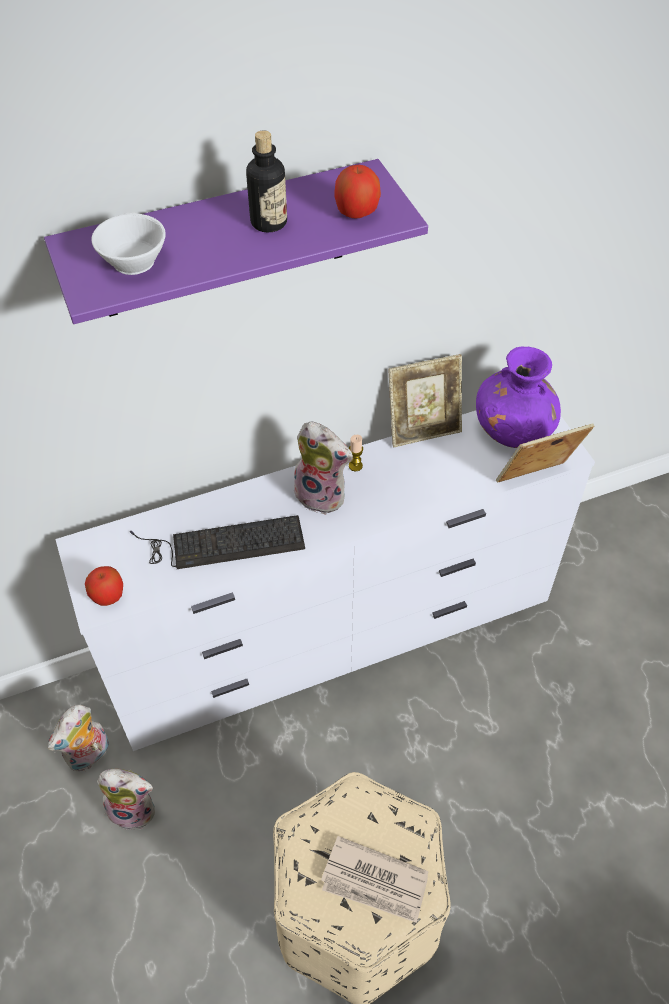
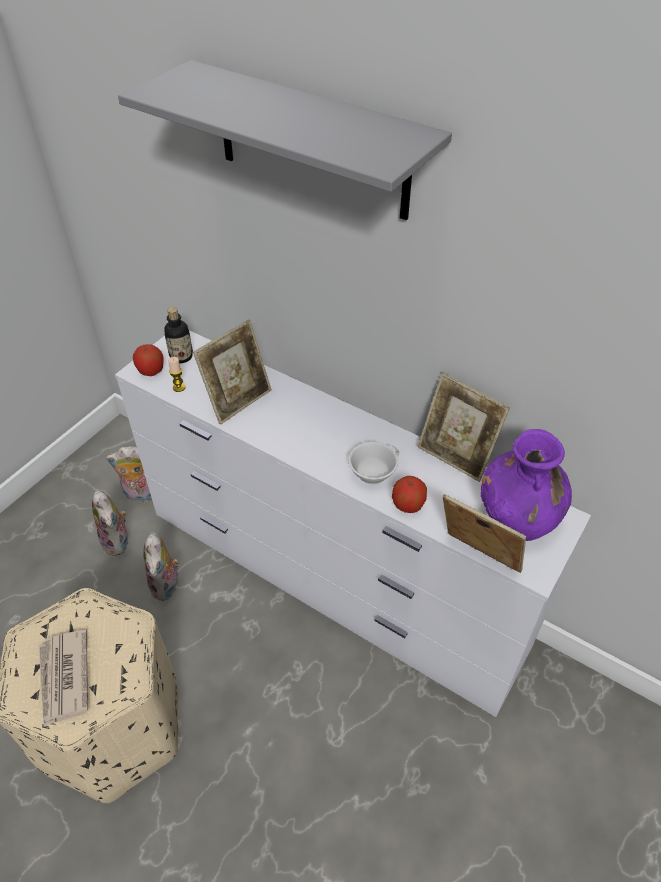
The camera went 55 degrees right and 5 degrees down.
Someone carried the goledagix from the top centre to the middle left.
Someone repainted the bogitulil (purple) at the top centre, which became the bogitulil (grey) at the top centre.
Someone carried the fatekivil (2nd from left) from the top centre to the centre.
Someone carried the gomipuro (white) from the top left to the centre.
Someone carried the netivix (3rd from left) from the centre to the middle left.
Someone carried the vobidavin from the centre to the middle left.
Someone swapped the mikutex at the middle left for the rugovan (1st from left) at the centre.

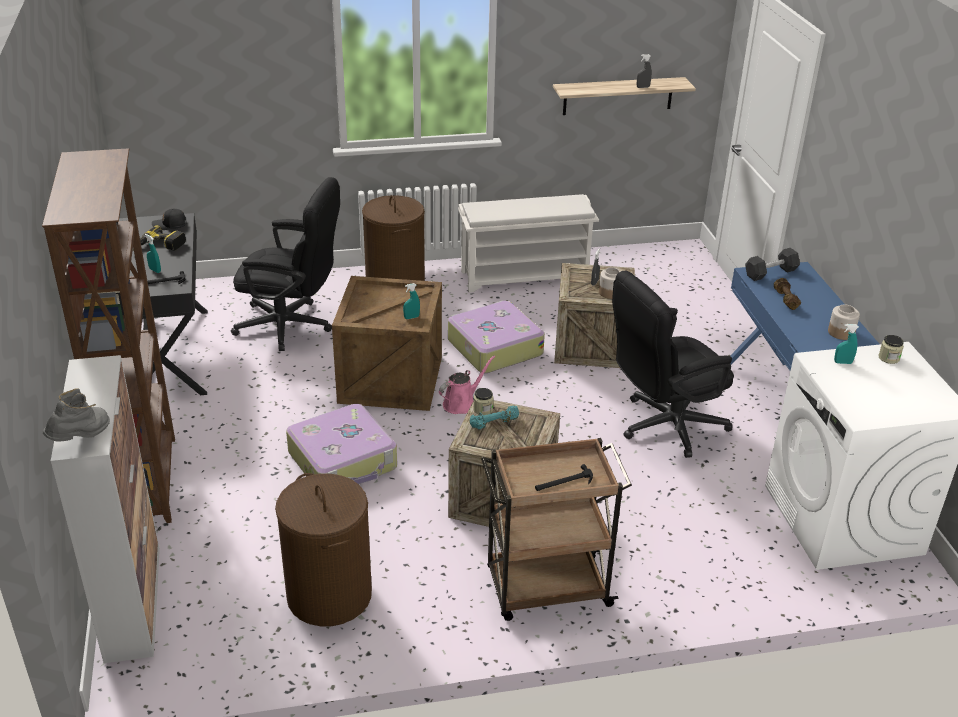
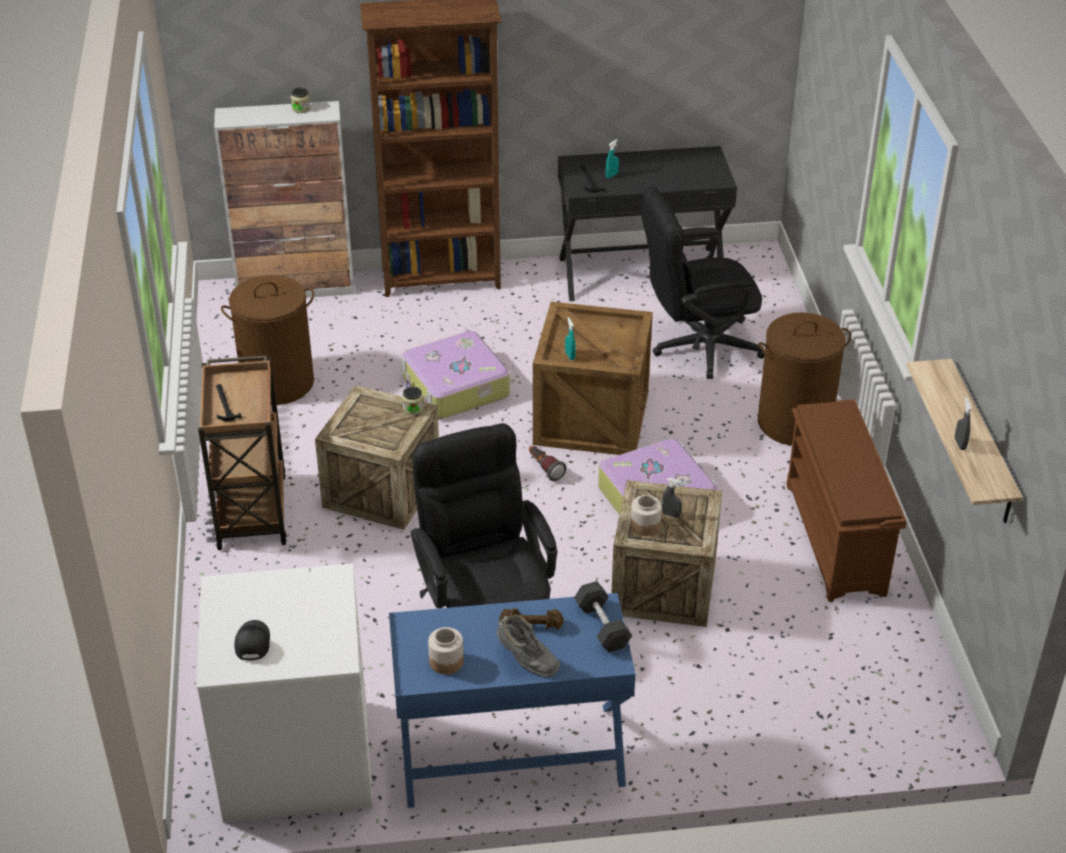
The camera went 95 degrees right and 5 degrees up.
Someone rotated the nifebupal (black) (1st from left in the first image) at the middle left by 60 degrees clockwise.
Someone repainted the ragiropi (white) at the centre, which became the ragiropi (brown) at the middle right.
Someone carried the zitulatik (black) from the top left to the bottom left.
Someone took away the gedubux at the top left.
Someone took away the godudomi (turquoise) (3rd from left) at the middle right.
Someone carried the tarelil (4th from left in the first image) from the middle right to the top left.
Someone swapped the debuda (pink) at the centre for the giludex at the centre.
Someone carried the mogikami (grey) from the middle left to the bottom centre.
Someone took away the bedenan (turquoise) at the centre.

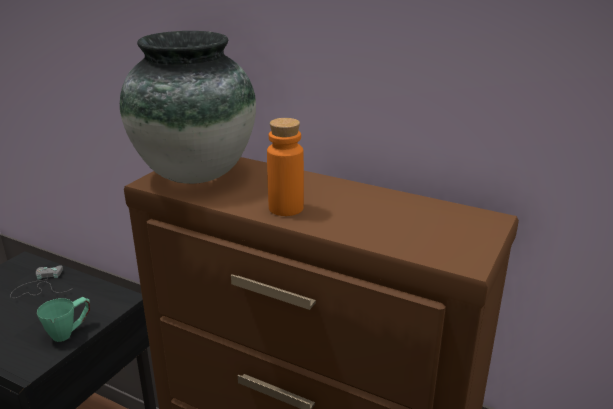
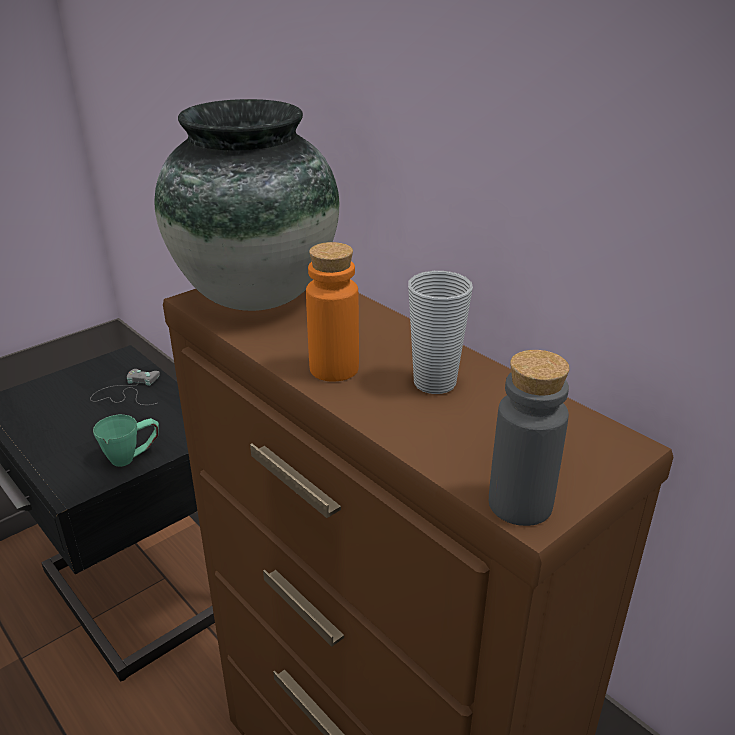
The camera went 20 degrees right and 5 degrees up.
Someone put down the gomipuro at the centre.
Someone put down the goledagix (grey) at the middle right.

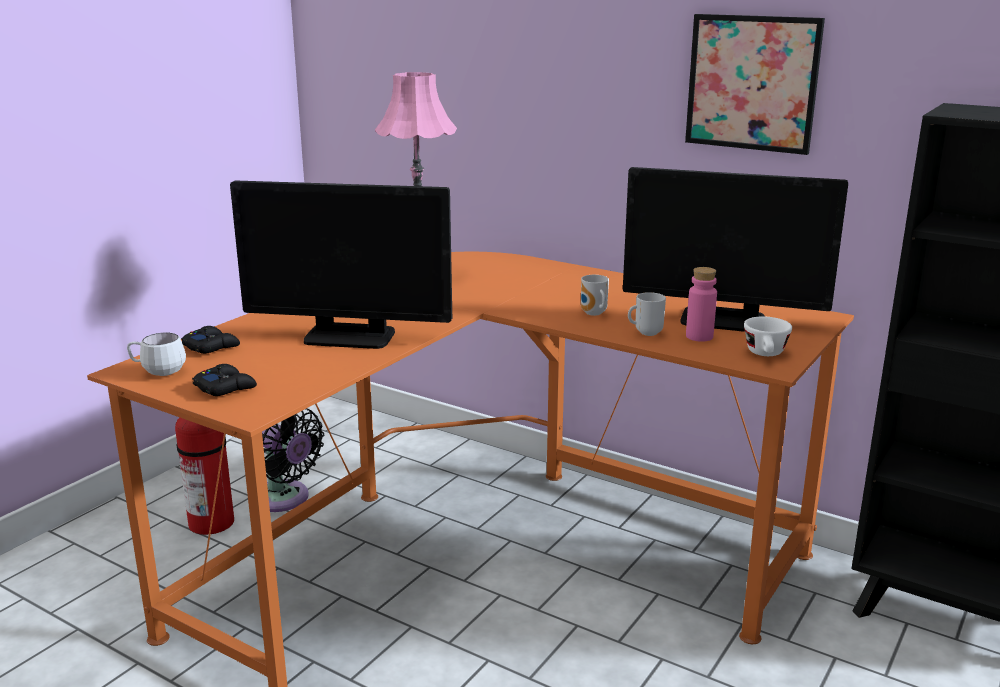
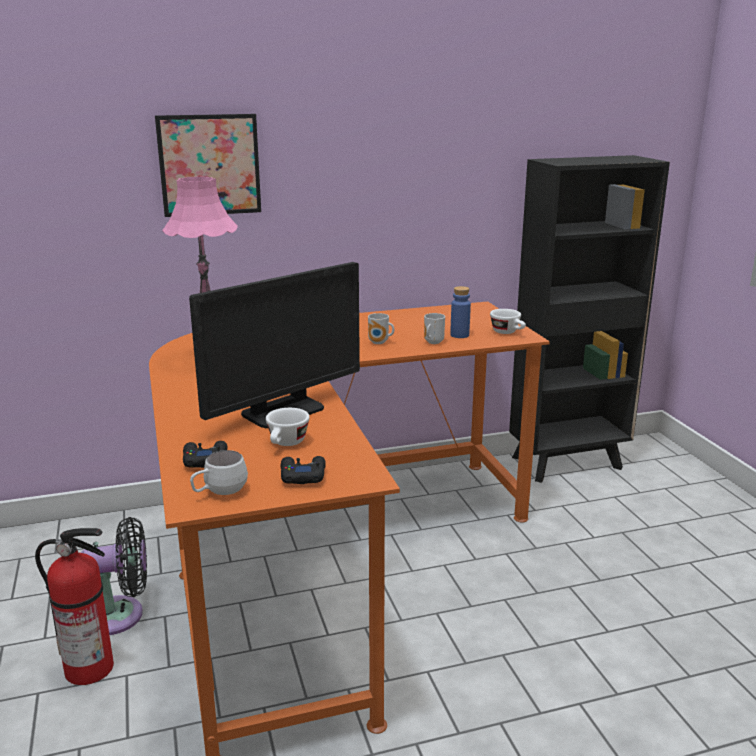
The camera went 50 degrees left and 0 degrees up.
Someone carried the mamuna from the top right to the top left.
Someone took away the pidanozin (2nd from left) at the middle right.
Someone repainted the goledagix (pink) at the middle right, which became the goledagix (blue) at the centre.
Someone put down the gomipuro (white) (1st from left) at the centre.

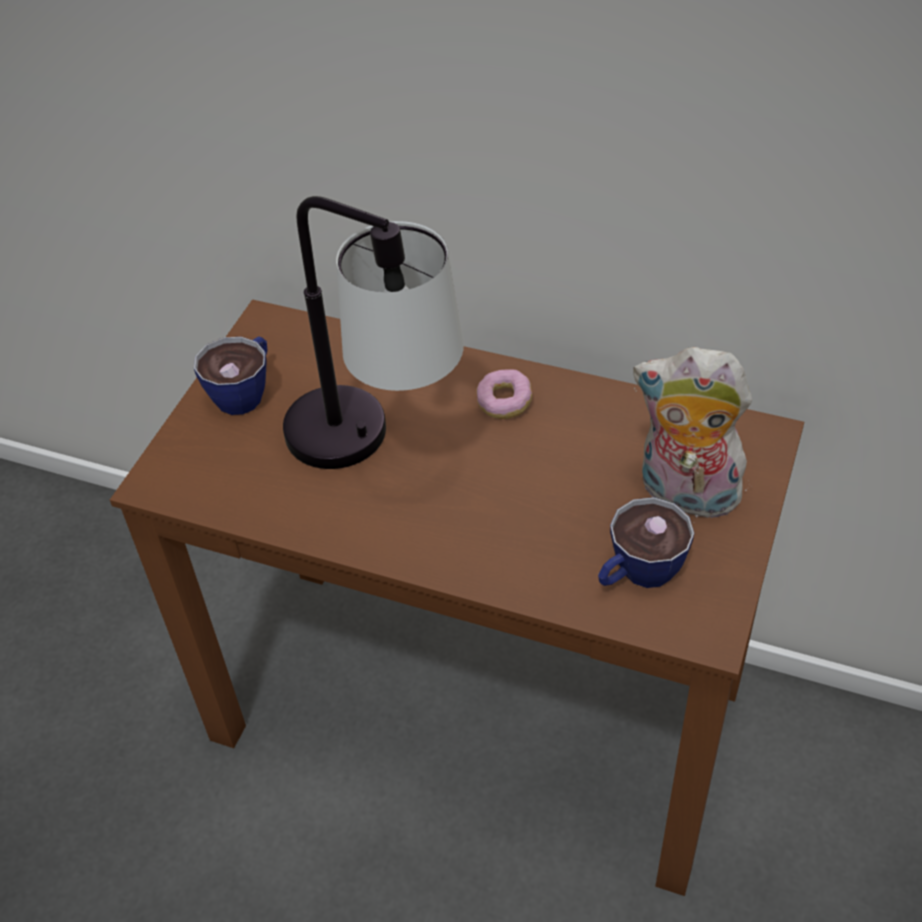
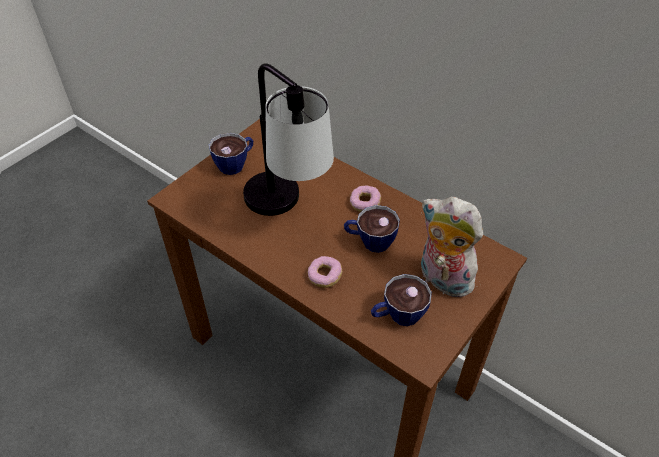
The camera went 15 degrees right and 0 degrees up.
Someone put down the gomipuro (2nd from left) at the centre.
Someone put down the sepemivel (1st from left) at the centre.

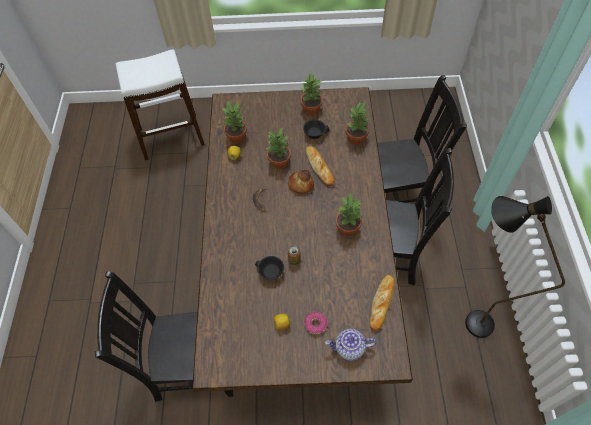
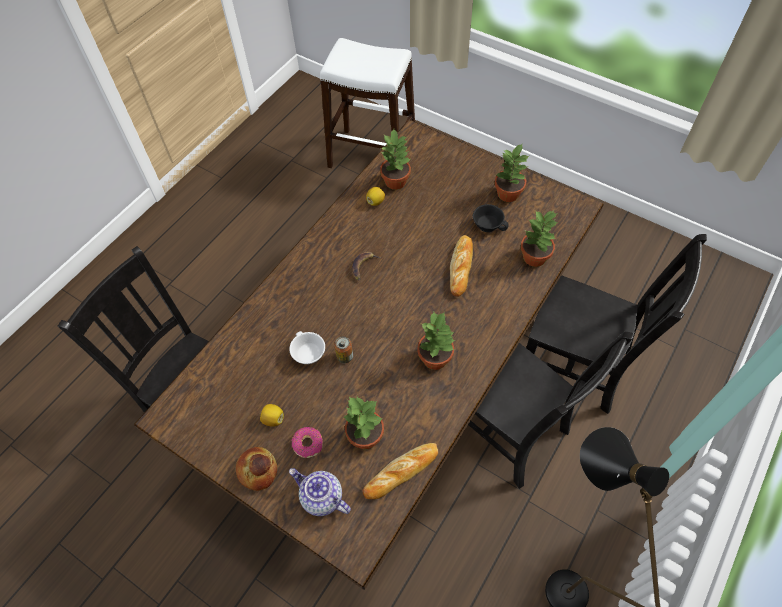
The camera went 35 degrees right and 0 degrees up.
Someone carried the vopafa (2nd from left in the first image) from the centre to the bottom centre.
Someone carried the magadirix (1st from left) from the centre to the bottom left.
Someone repainted the gomipuro (black) (1st from left) at the centre, which became the gomipuro (white) at the centre.

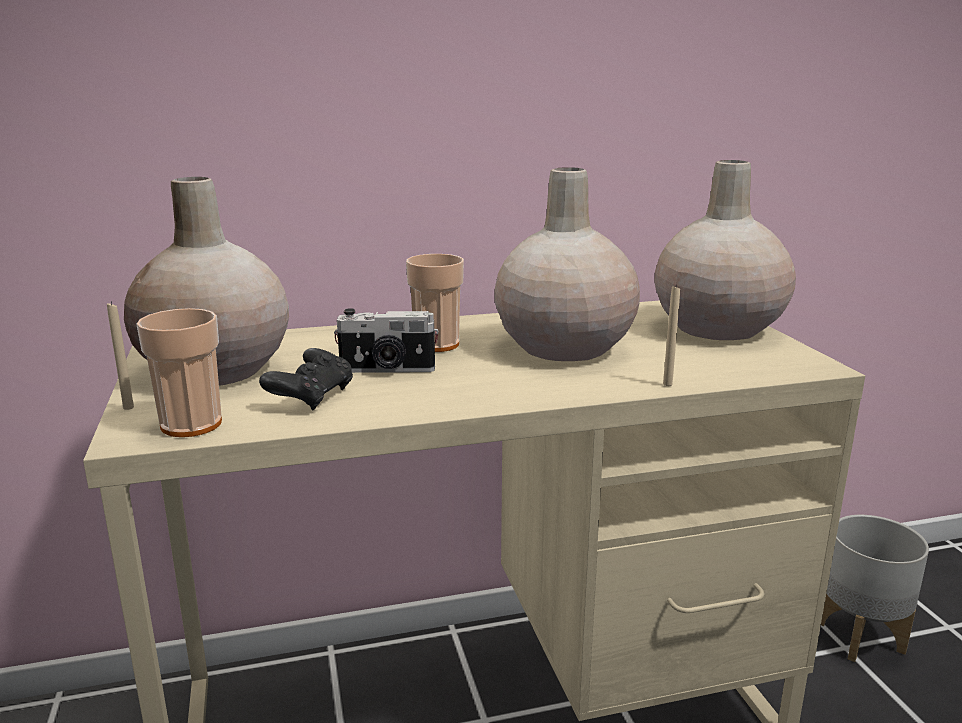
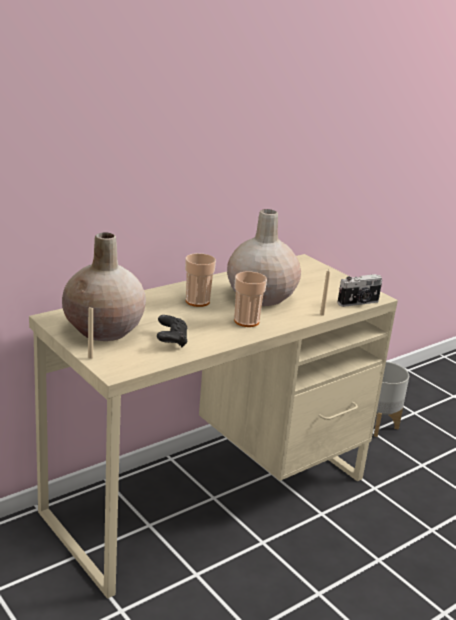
The camera went 25 degrees left and 5 degrees up.
Someone took away the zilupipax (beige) (3rd from left) at the middle right.
Someone carried the gomipuro (1st from left in the first image) from the middle left to the centre.
Someone carried the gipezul from the centre to the middle right.

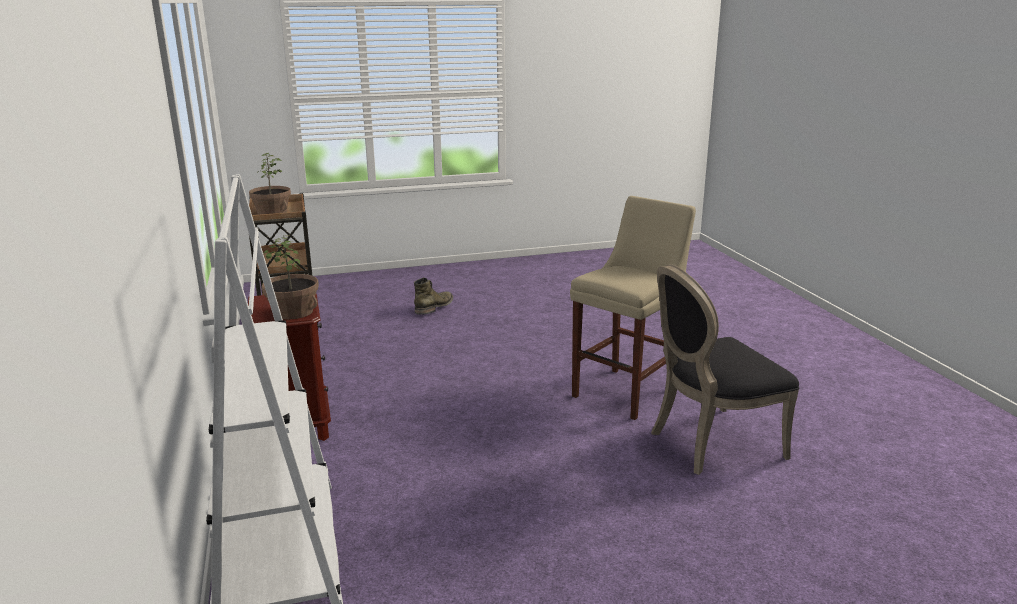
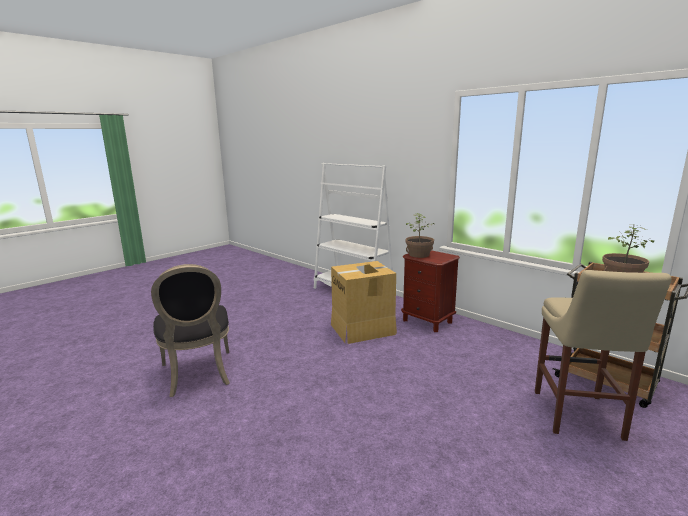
The camera went 150 degrees right and 5 degrees down.
Someone carried the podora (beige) from the centre to the bottom right.
Someone rotated the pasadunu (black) at the middle right by 120 degrees clockwise.
Someone took away the mogikami (green) at the centre.
Someone put down the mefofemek at the centre.

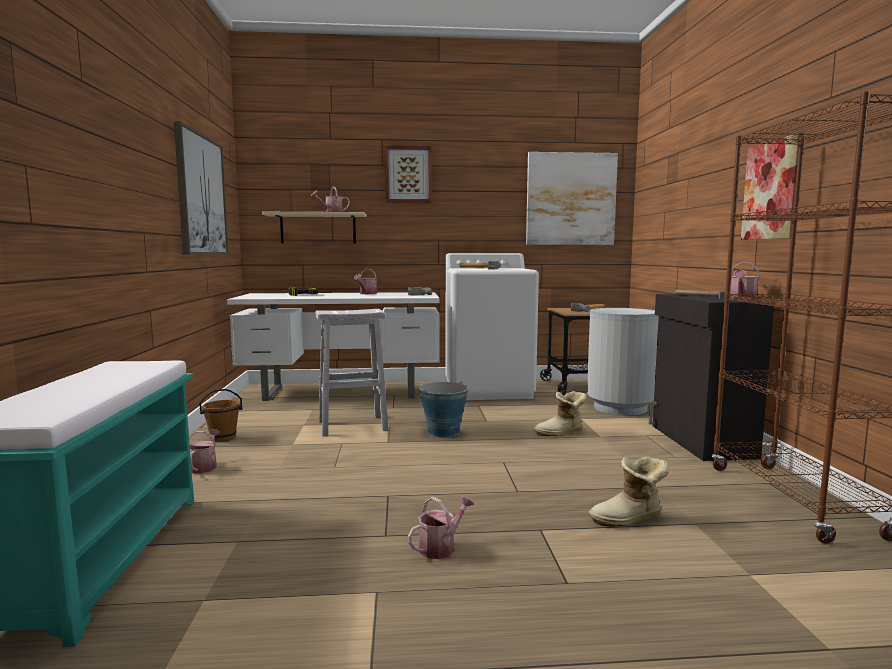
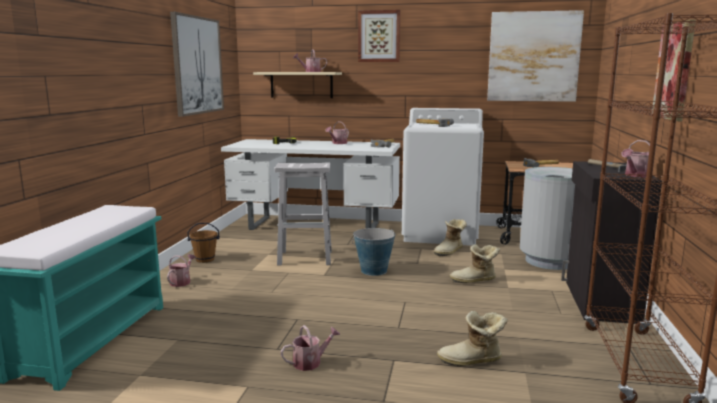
The camera went 15 degrees right and 5 degrees up.
Someone put down the mogikami (1st from left) at the centre.

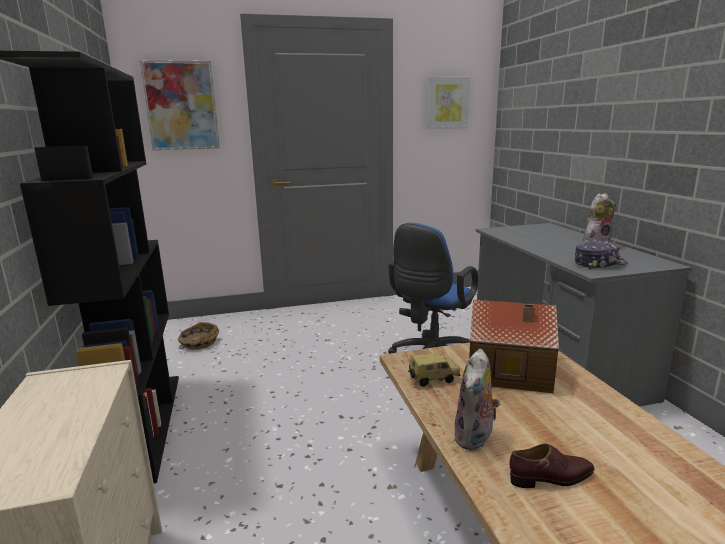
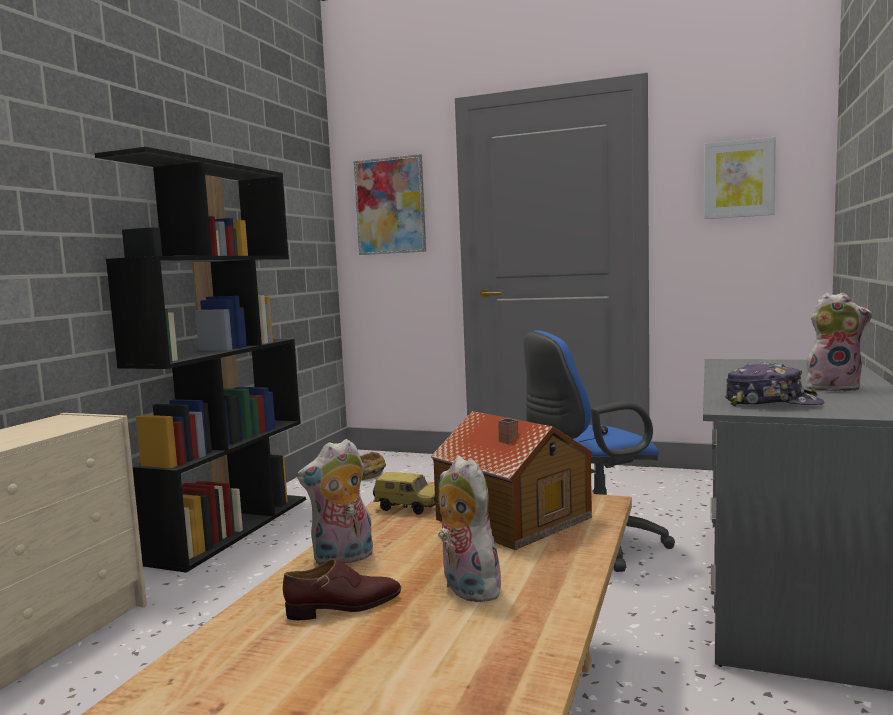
The camera went 35 degrees right and 10 degrees down.
Someone rotated the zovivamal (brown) at the bottom right by 45 degrees counterclockwise.
Someone put down the netivix (2nd from left) at the bottom centre.

